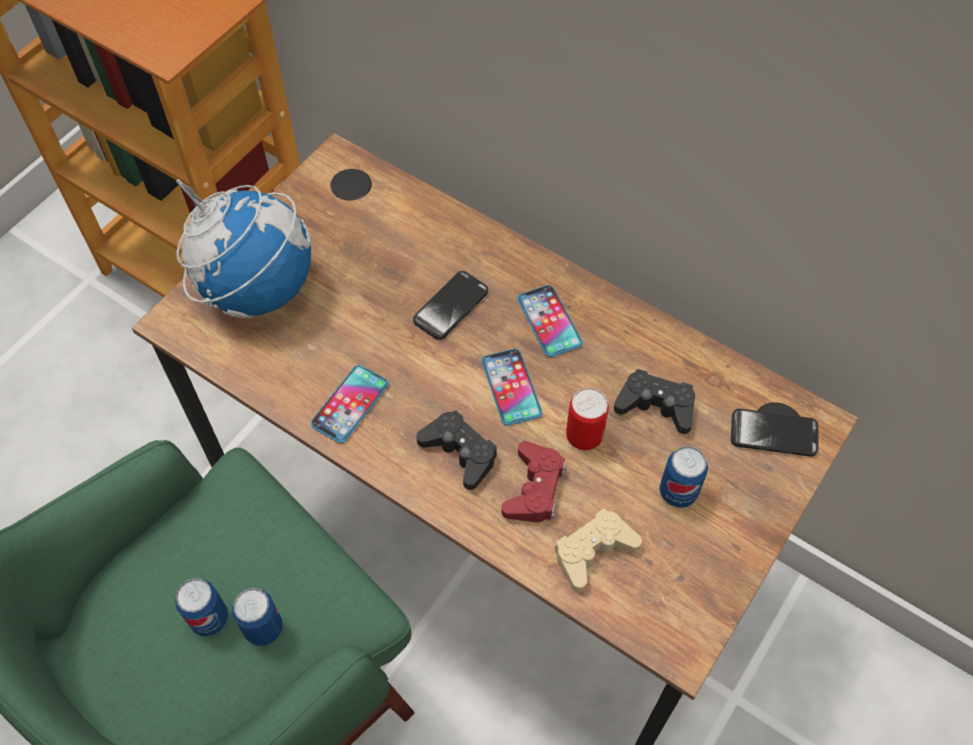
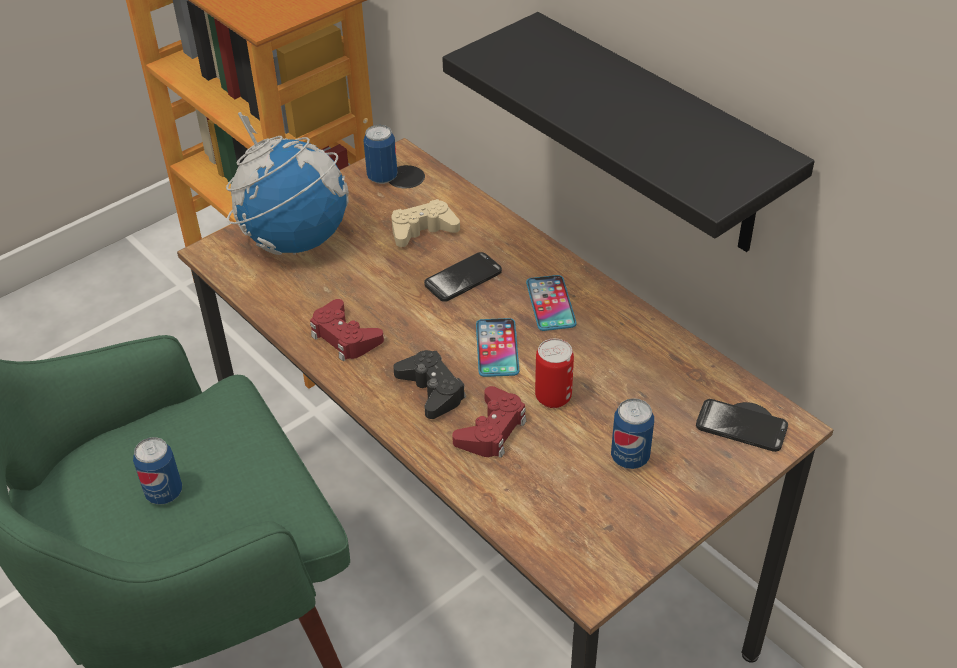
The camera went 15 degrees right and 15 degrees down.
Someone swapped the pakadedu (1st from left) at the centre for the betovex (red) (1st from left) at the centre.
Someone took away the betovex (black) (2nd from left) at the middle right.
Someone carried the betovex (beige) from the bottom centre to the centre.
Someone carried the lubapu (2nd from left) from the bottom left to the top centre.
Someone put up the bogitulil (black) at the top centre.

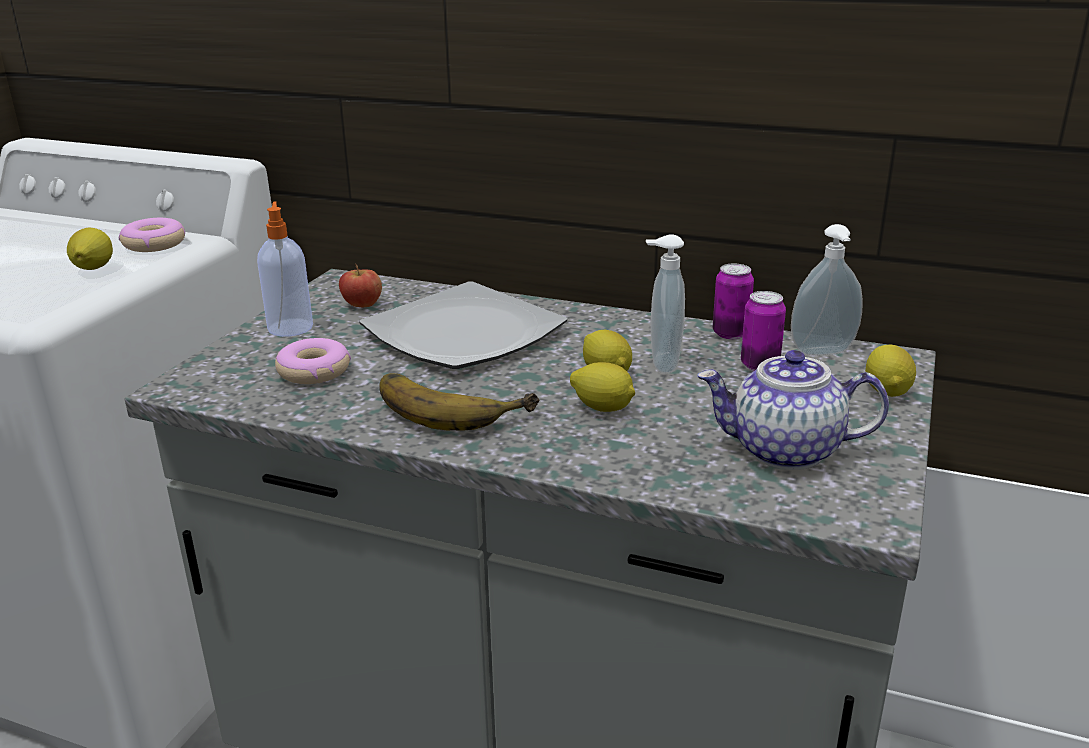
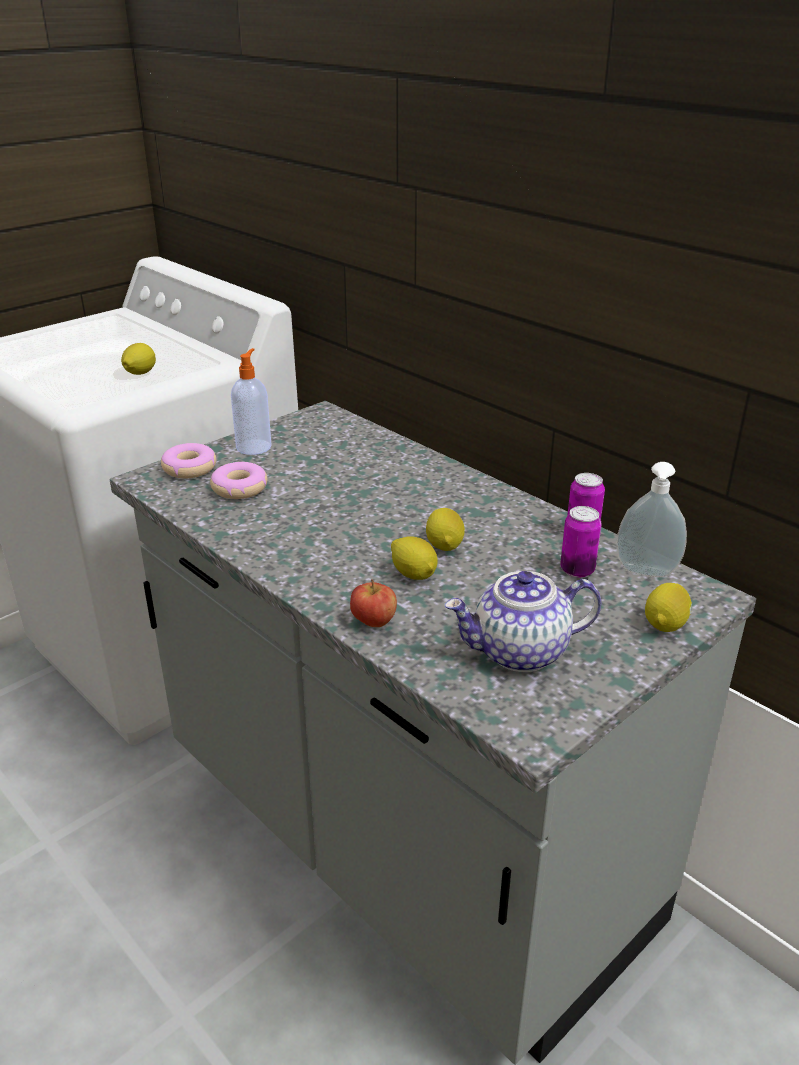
The camera went 25 degrees right and 5 degrees up.
Someone carried the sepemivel (1st from left) from the top left to the middle left.
Someone took away the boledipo (2nd from left) at the centre.
Someone carried the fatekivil from the middle left to the centre.
Someone took away the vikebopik at the centre.
Someone rotated the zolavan at the middle right by 45 degrees counterclockwise.
Someone took away the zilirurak at the centre.

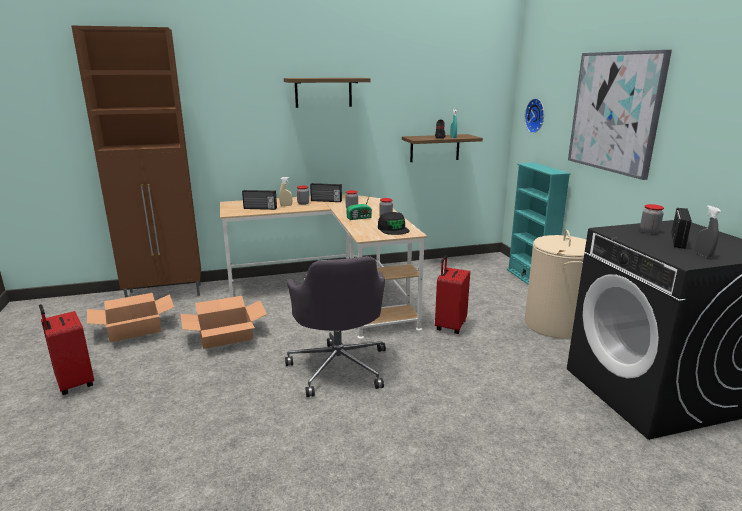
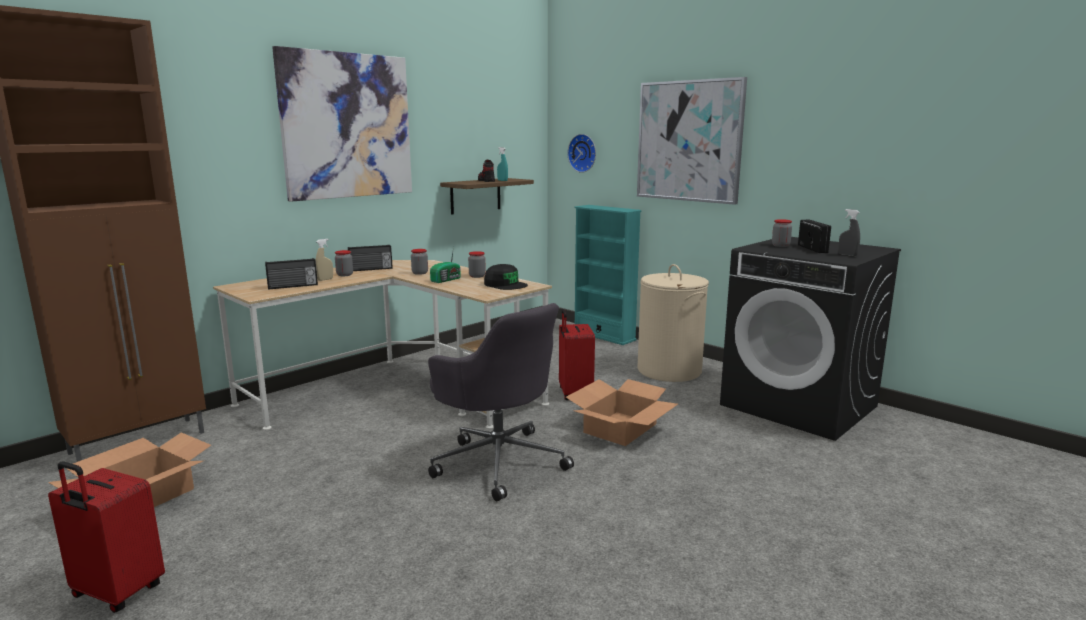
The camera went 30 degrees left and 5 degrees down.
Someone swapped the bogitulil (1st from left) at the top centre for the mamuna (1st from left) at the top left.
Someone carried the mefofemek (2nd from left) from the middle left to the centre.

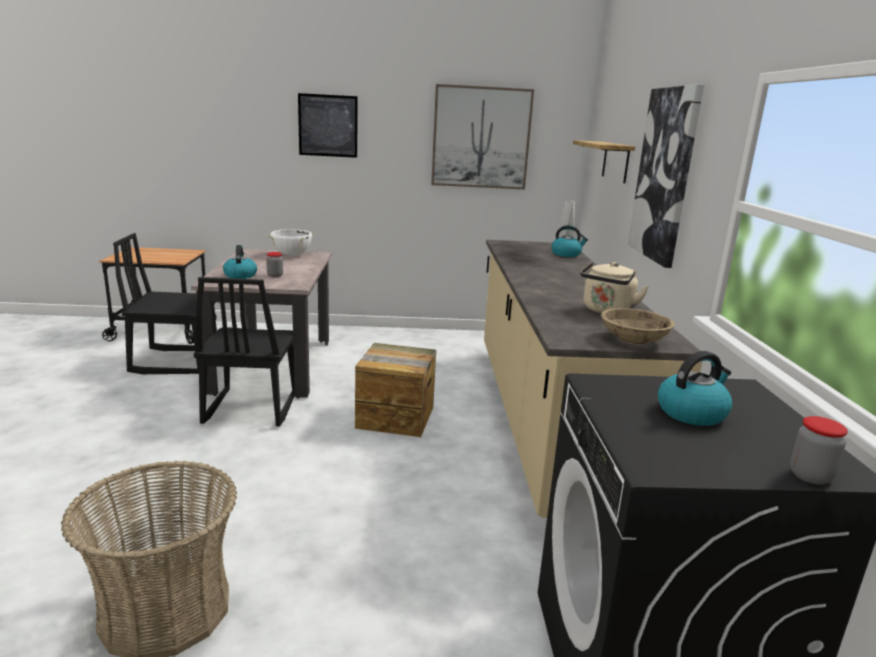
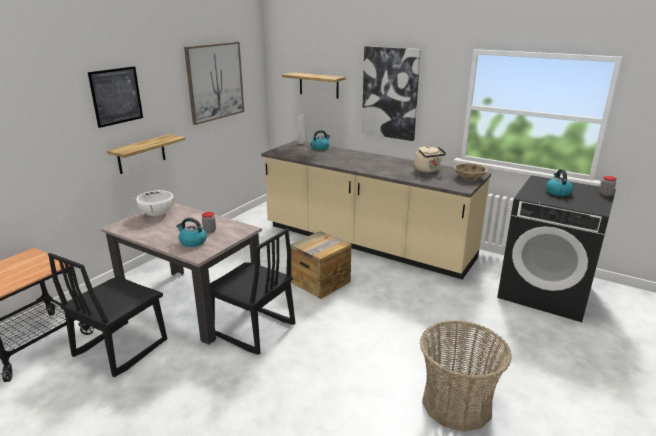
The camera went 55 degrees left and 5 degrees up.
Someone put up the bogitulil (1st from left) at the middle left.

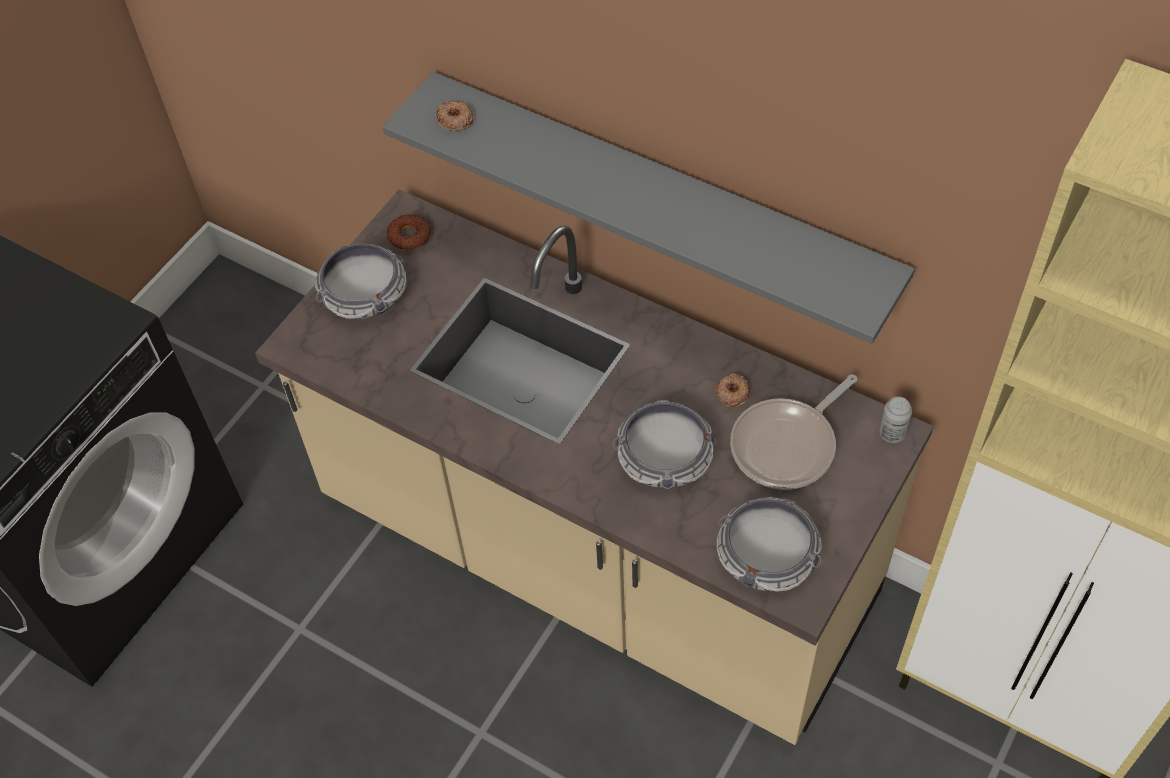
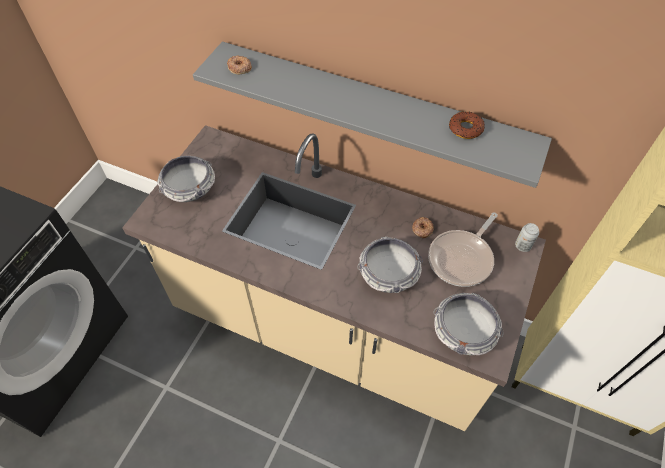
The camera went 10 degrees left and 0 degrees up.
Someone carried the sepemivel (1st from left in the first image) from the top centre to the top right.

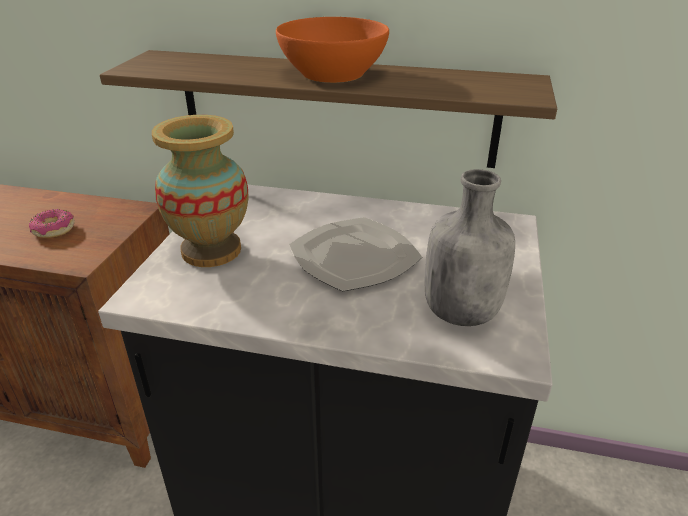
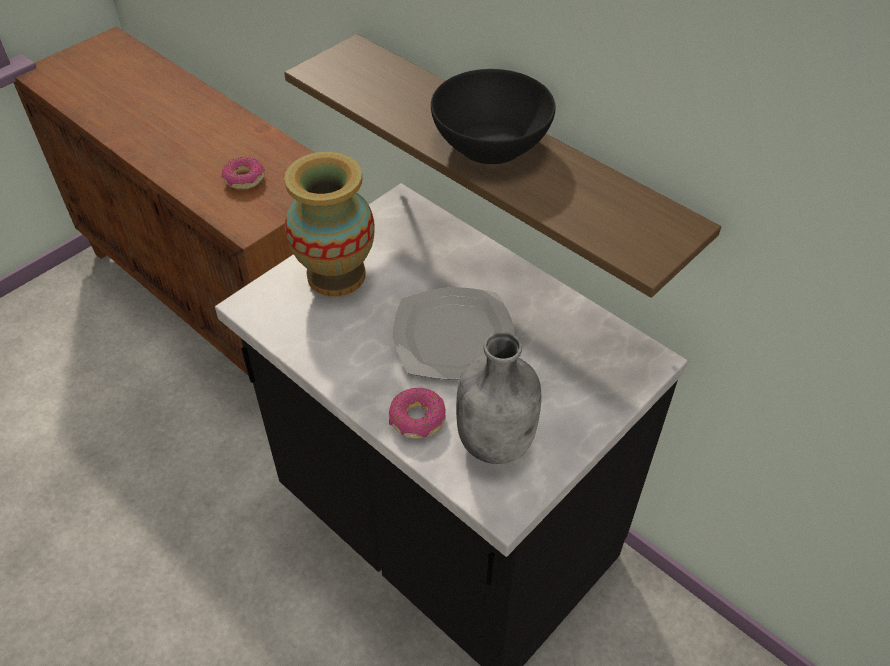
The camera went 30 degrees right and 15 degrees up.
Someone repainted the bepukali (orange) at the top centre, which became the bepukali (black) at the top centre.
Someone put down the sepemivel (2nd from left) at the centre.

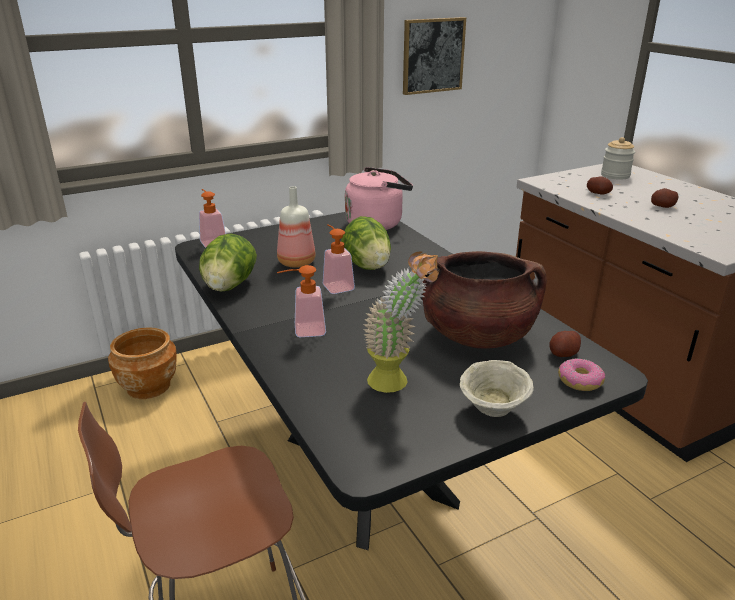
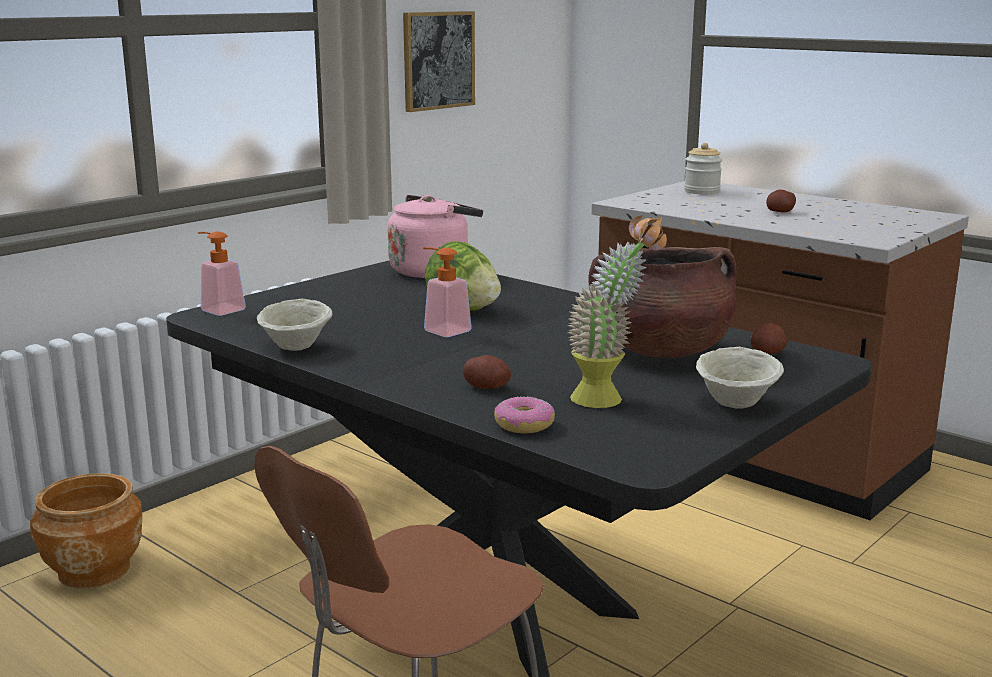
The camera went 20 degrees left and 10 degrees down.
Someone carried the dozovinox (2nd from left in the first image) from the top right to the centre.
Someone took away the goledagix at the centre.
Someone swapped the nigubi (1st from left) at the middle left for the bepukali (beige) (1st from left) at the middle left.
Someone took away the boledipo (2nd from left) at the centre.
Someone carried the sepemivel from the middle right to the centre.

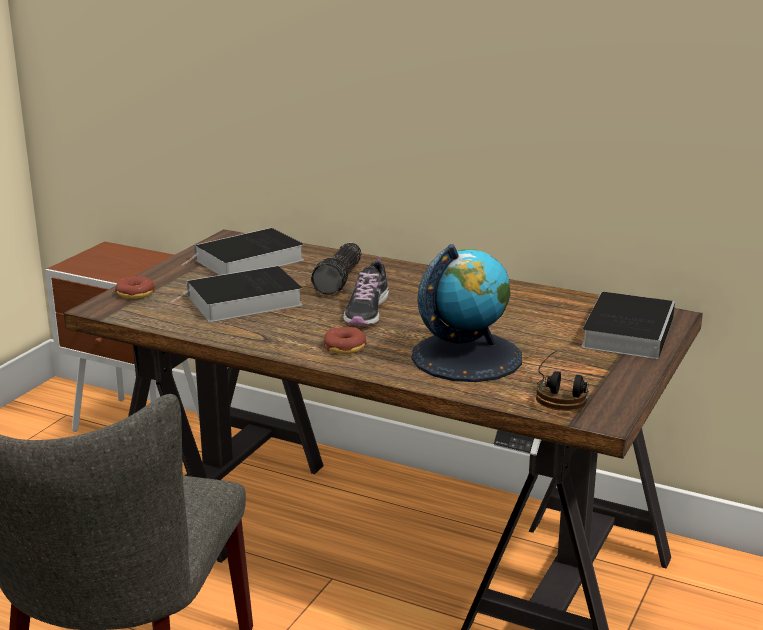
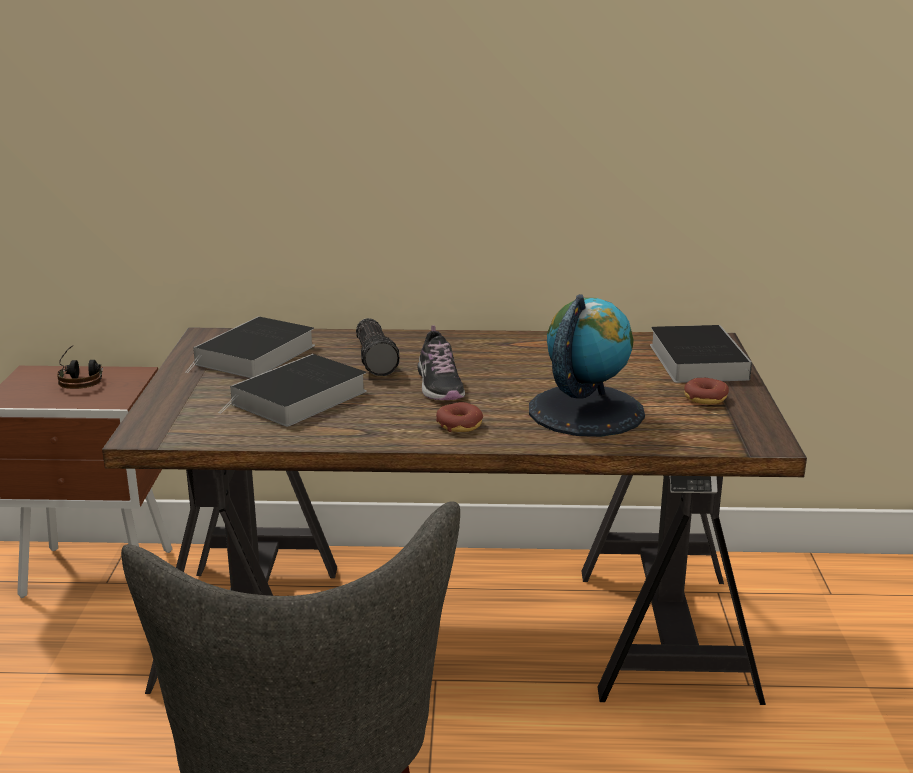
The camera went 25 degrees left and 0 degrees up.
Someone carried the sepemivel (1st from left in the first image) from the middle left to the middle right.
Someone carried the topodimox from the middle right to the middle left.

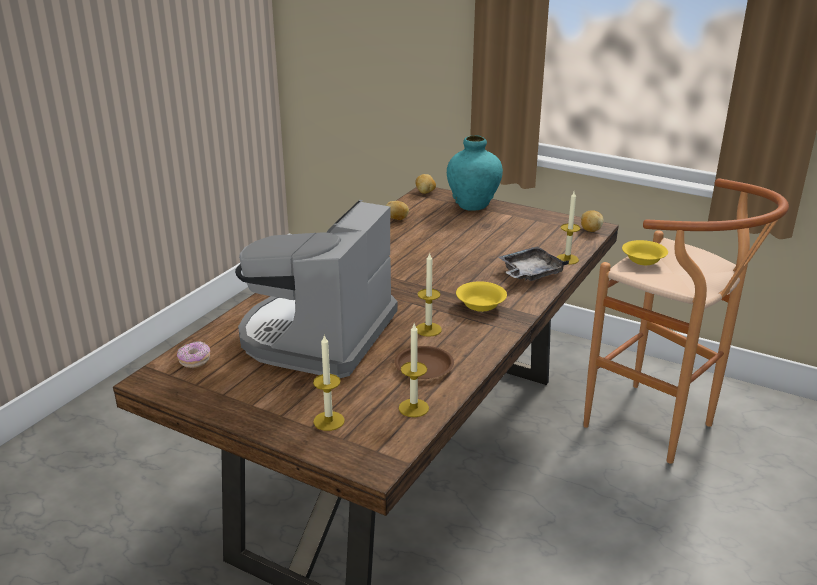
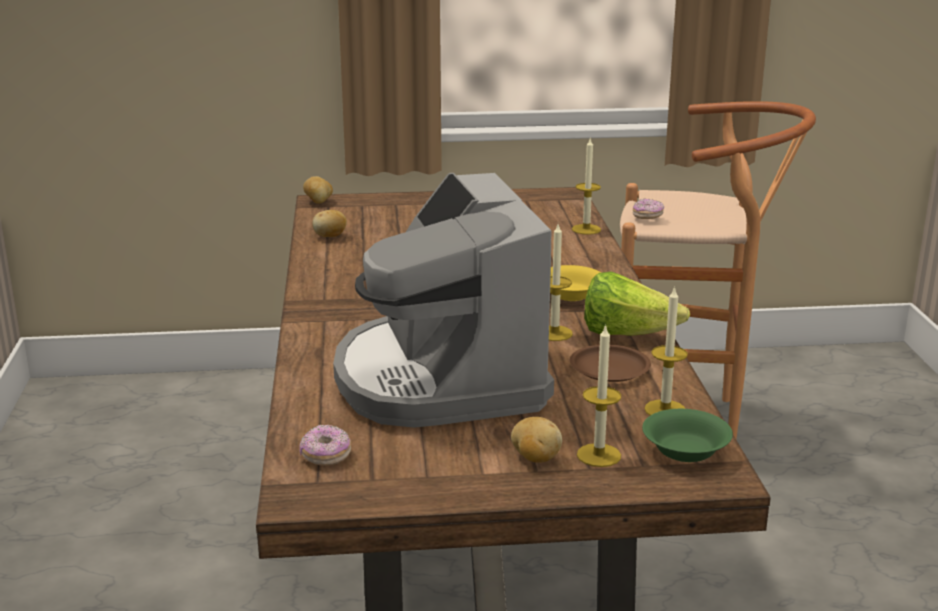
The camera went 35 degrees left and 5 degrees down.
Someone took away the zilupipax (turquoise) at the top centre.
Someone carried the dozovinox (3rd from left) from the middle right to the bottom centre.
Someone swapped the bepukali (yellow) (2nd from left) at the middle right for the sepemivel (2nd from left) at the middle right.
Someone took away the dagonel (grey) at the centre.
Someone put down the nigubi at the middle right.
Someone put down the bepukali (green) at the bottom right.

